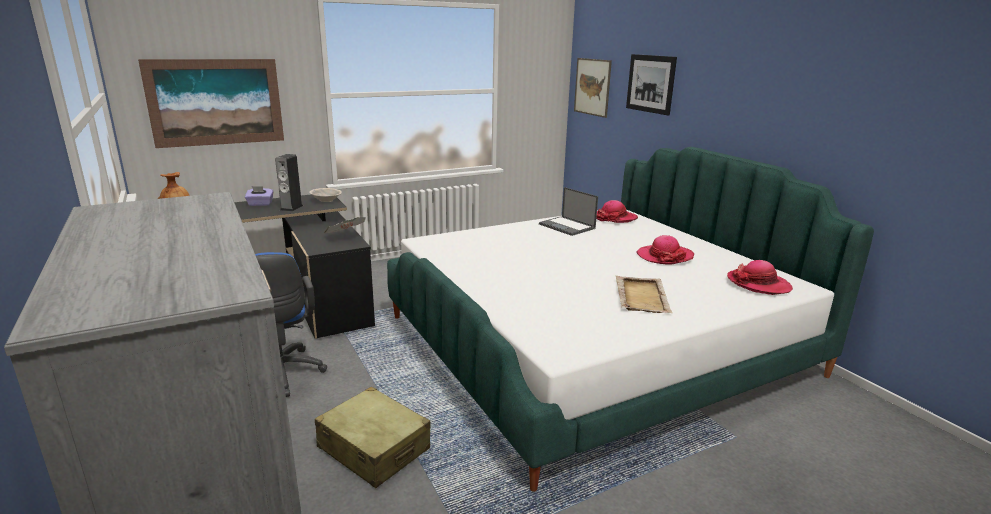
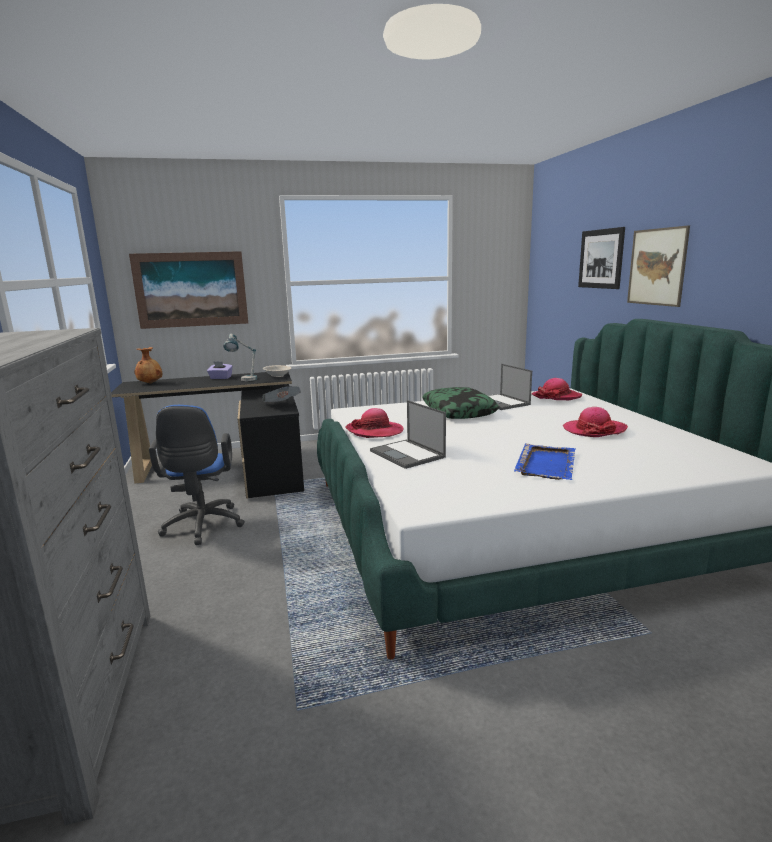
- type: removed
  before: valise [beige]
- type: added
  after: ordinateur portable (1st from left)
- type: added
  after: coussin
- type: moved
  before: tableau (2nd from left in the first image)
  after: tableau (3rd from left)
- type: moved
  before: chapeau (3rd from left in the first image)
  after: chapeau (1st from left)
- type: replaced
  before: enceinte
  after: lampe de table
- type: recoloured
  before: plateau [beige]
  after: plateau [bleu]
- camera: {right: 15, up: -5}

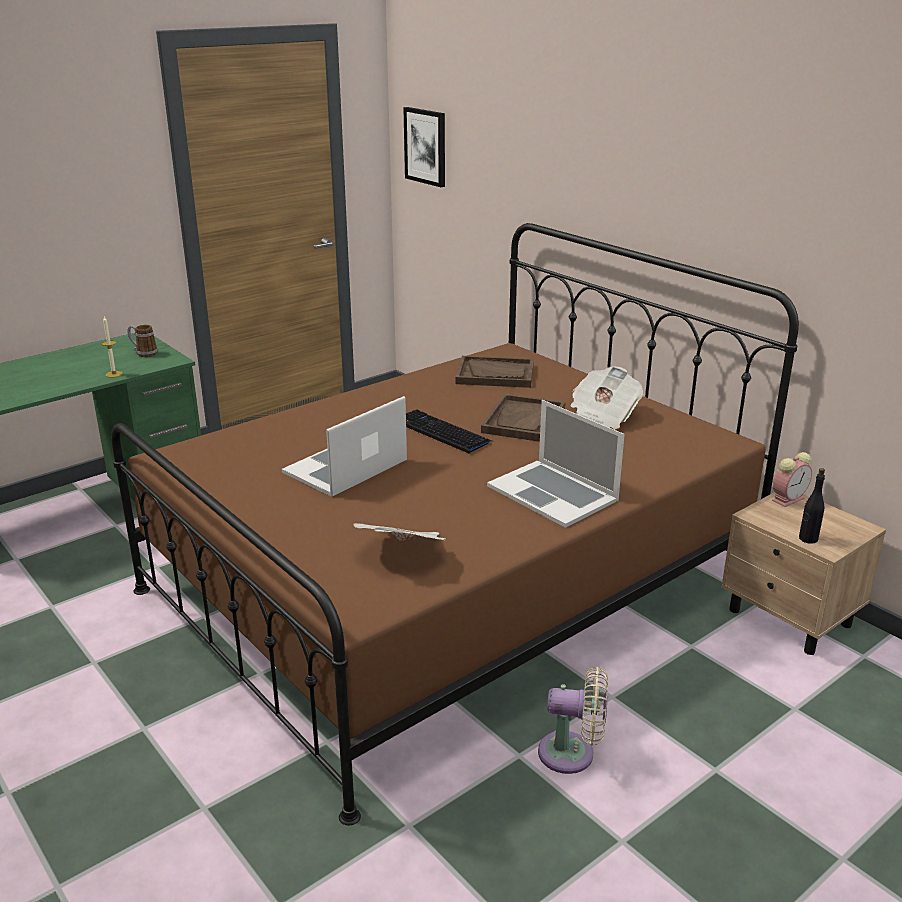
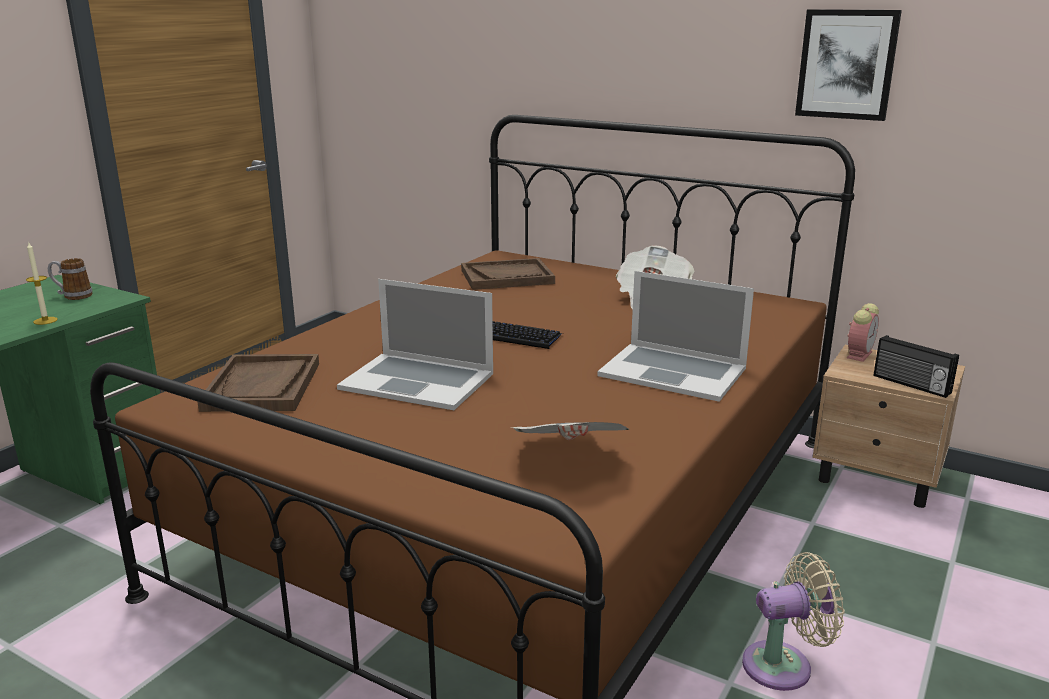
- type: moved
  before: tableau
- type: moved
  before: plateau [marron] (2nd from left in the first image)
  after: plateau [marron] (1st from left)
- type: replaced
  before: bouteille [noir]
  after: radio
- type: turned
  before: ordinateur portable (1st from left)
  turn: -90
- camera: {right: -20, up: -5}

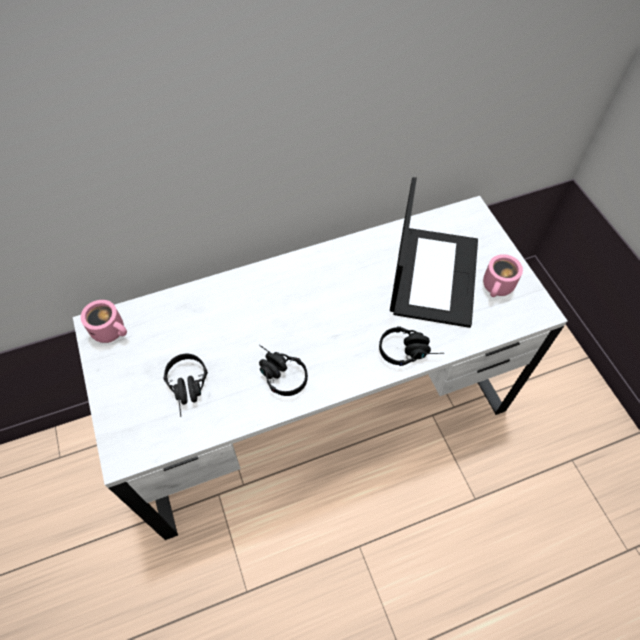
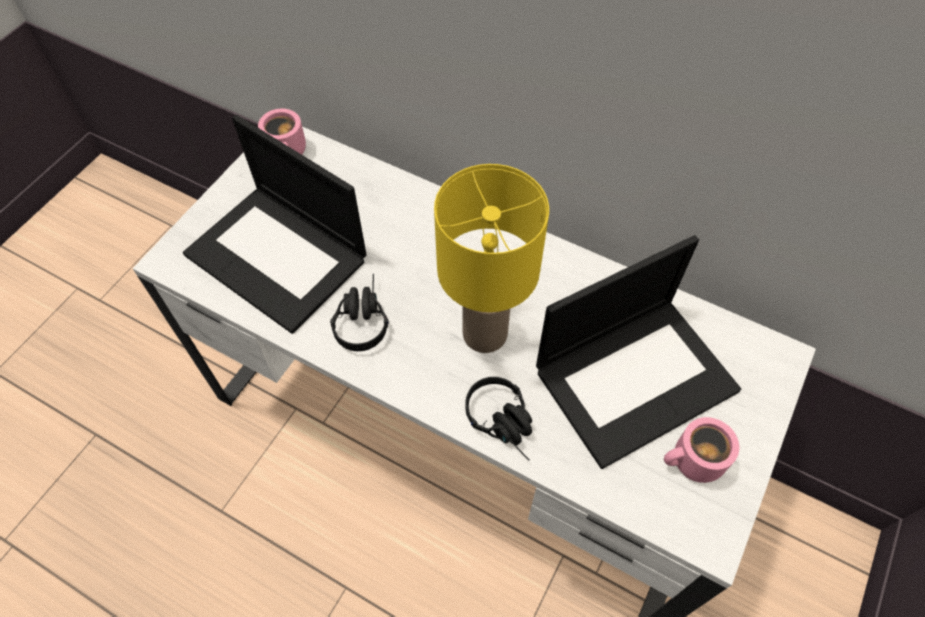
- type: added
  after: lampe de table [jaune]
- type: replaced
  before: casque audio [noir] (1st from left)
  after: ordinateur portable (1st from left)
- camera: {right: 50, up: 0}

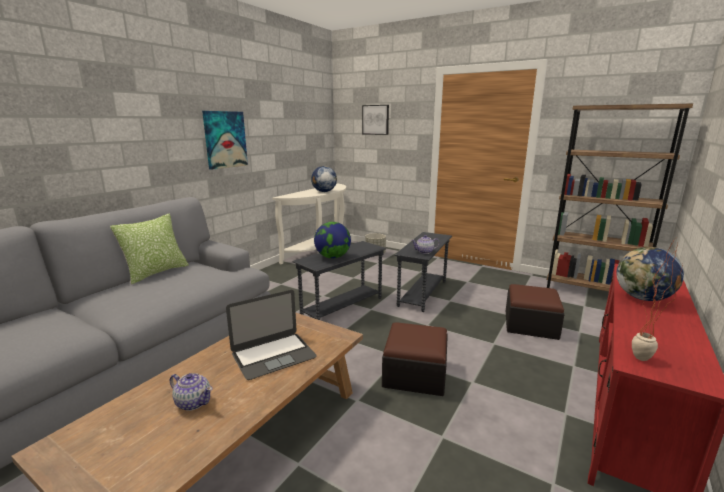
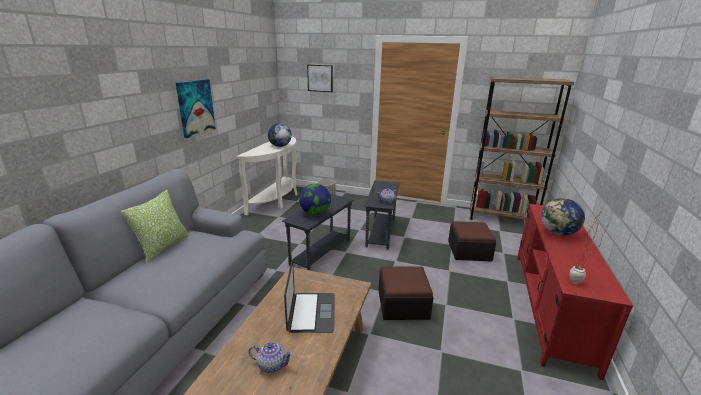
- type: turned
  before: ordinateur portable
  turn: -45
- camera: {right: -15, up: 5}

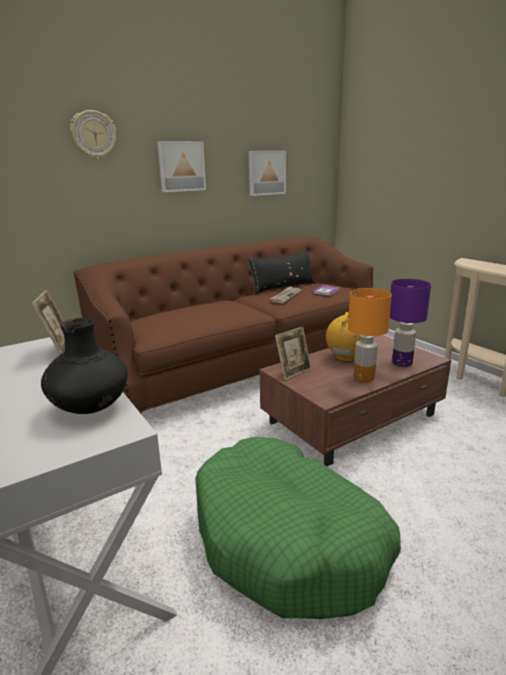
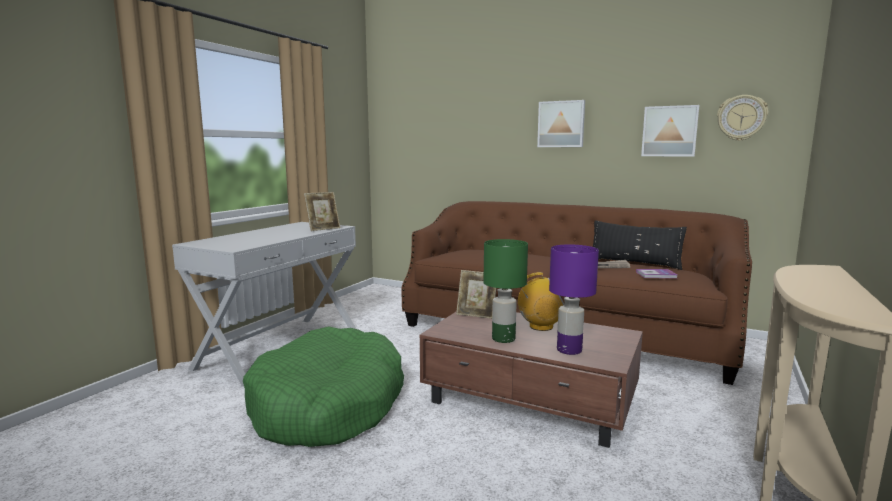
- type: removed
  before: vase [noir]
- type: moved
  before: horloge murale
- type: recoloured
  before: lampe de table [orange]
  after: lampe de table [vert]
- camera: {right: 60, up: -10}

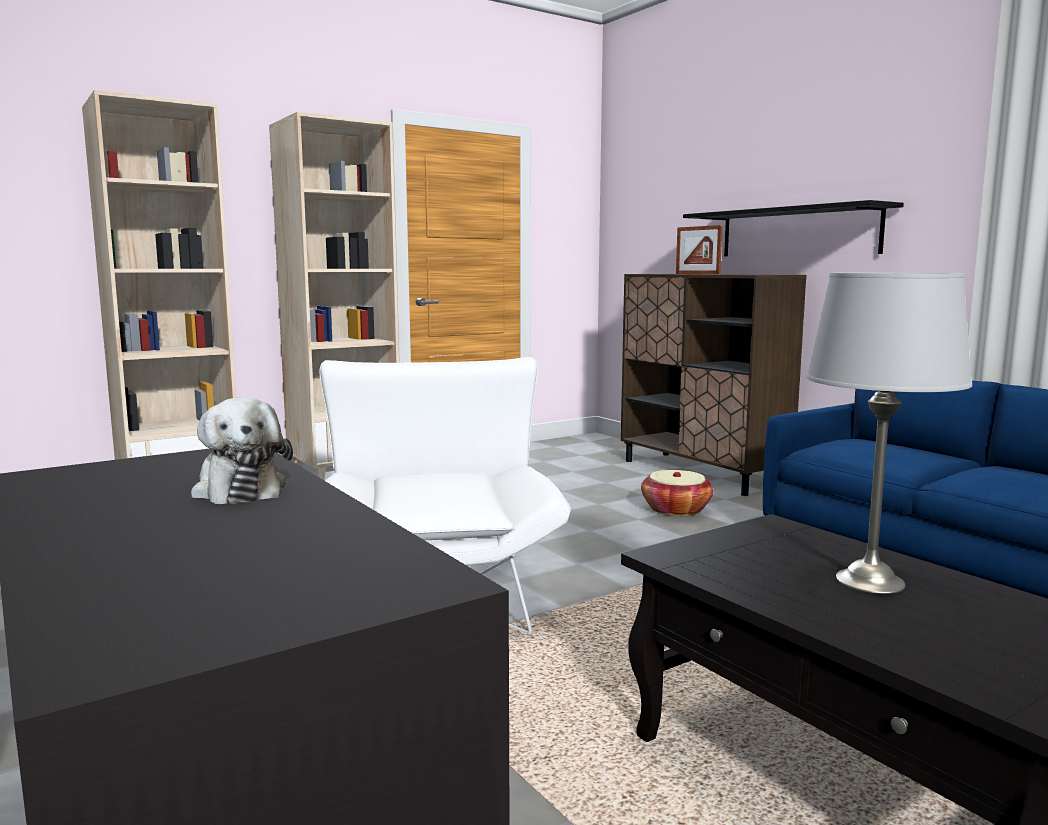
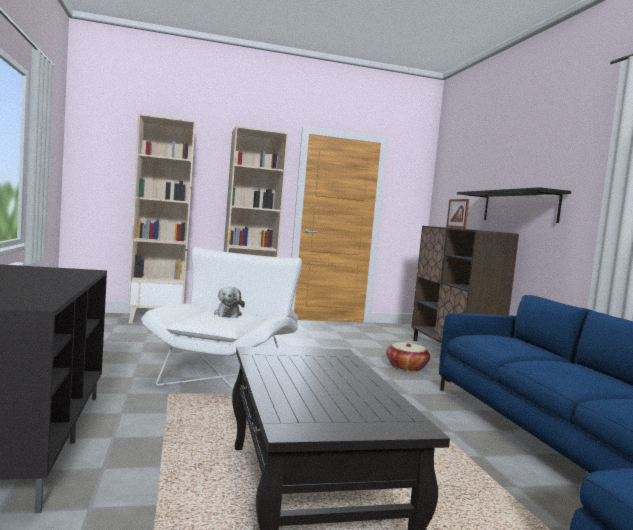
- type: removed
  before: lampe de table [gris]
- type: moved
  before: peluche
- camera: {right: 20, up: -5}

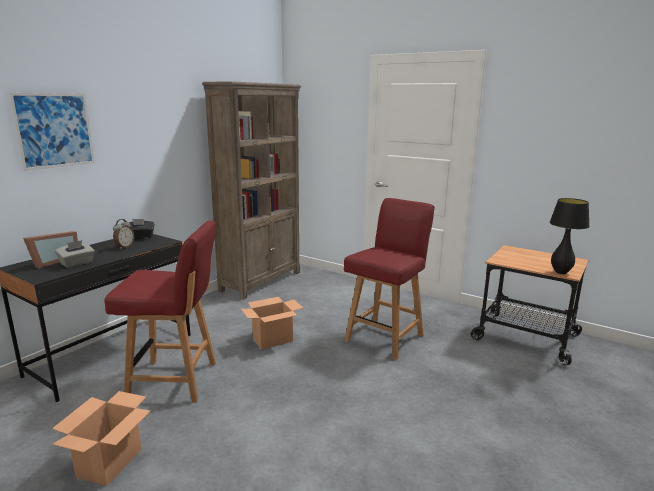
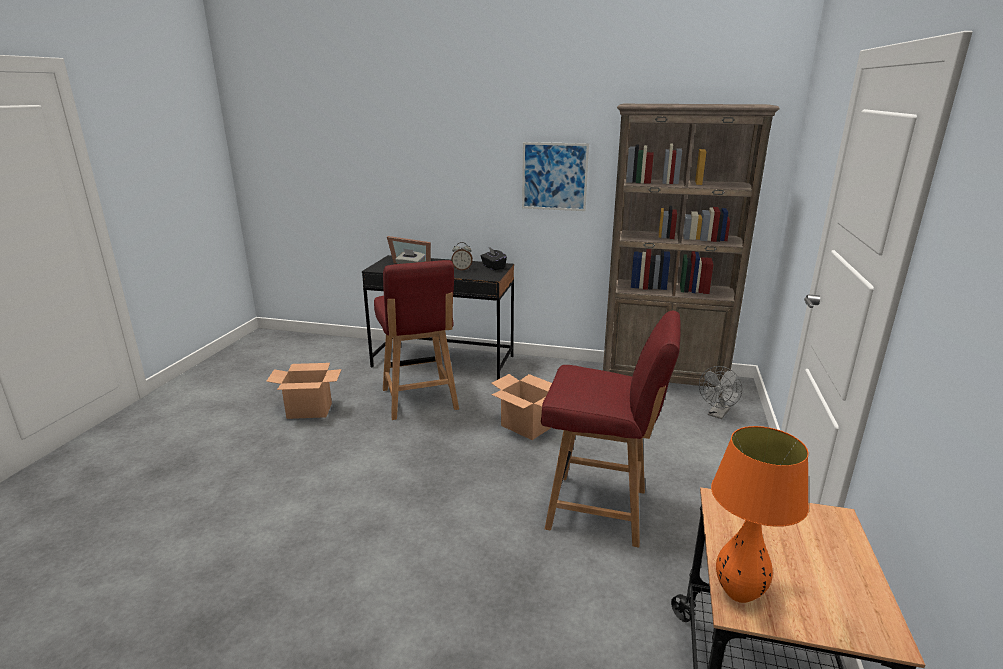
- type: added
  after: ventilateur [gris]
- type: moved
  before: tableau
- type: recoloured
  before: lampe de table [noir]
  after: lampe de table [orange]
- camera: {right: 70, up: 5}

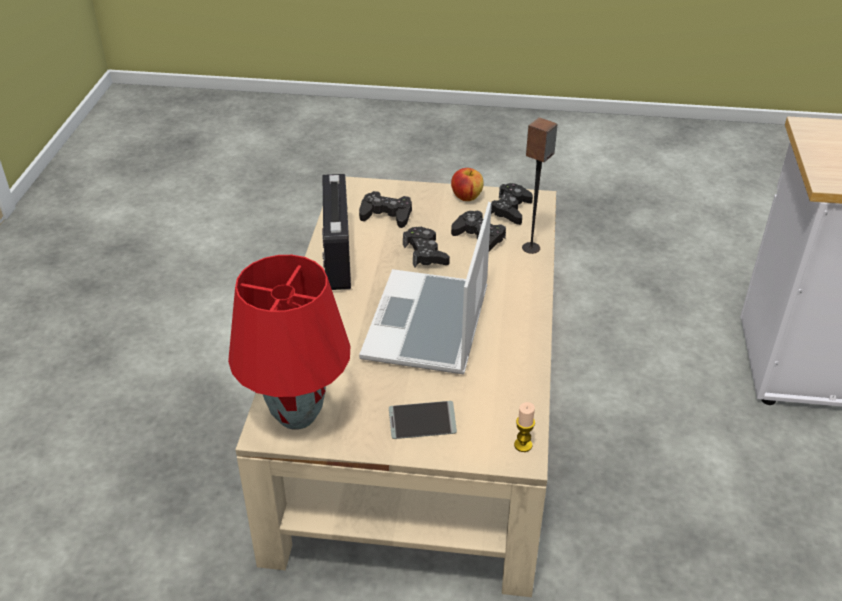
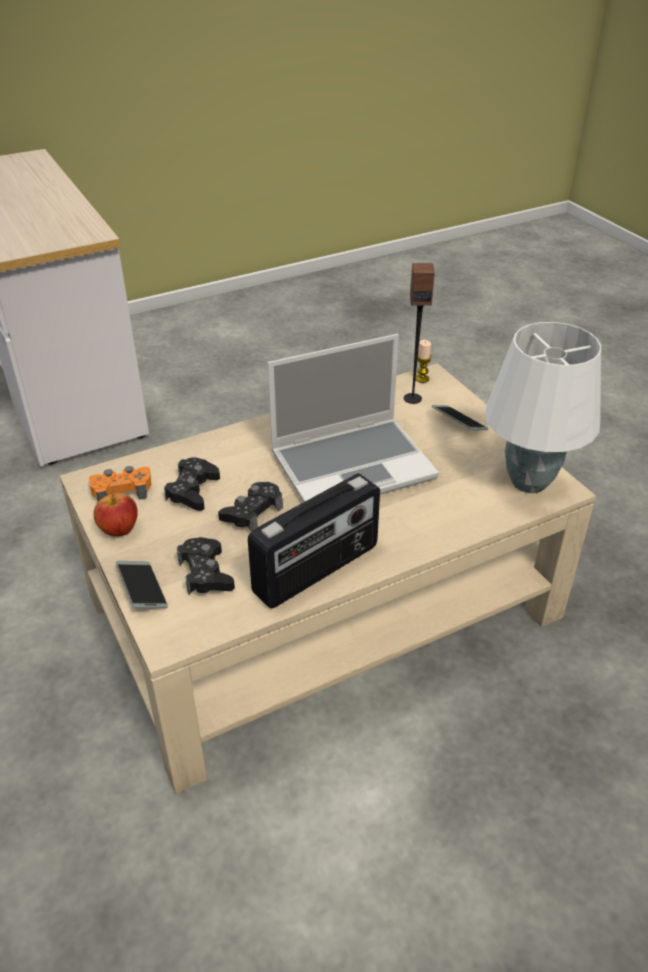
- type: added
  after: téléphone (1st from left)
- type: moved
  before: enceinte
- type: recoloured
  before: lampe de table [rouge]
  after: lampe de table [blanc]
- type: recoloured
  before: manette [noir] (4th from left)
  after: manette [orange]
- camera: {right: -125, up: 0}

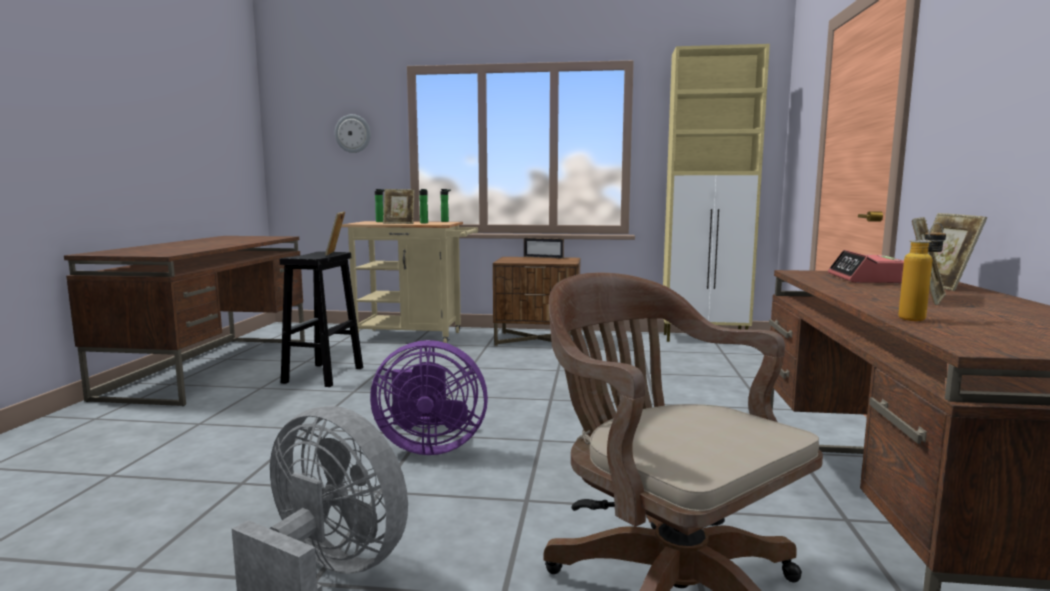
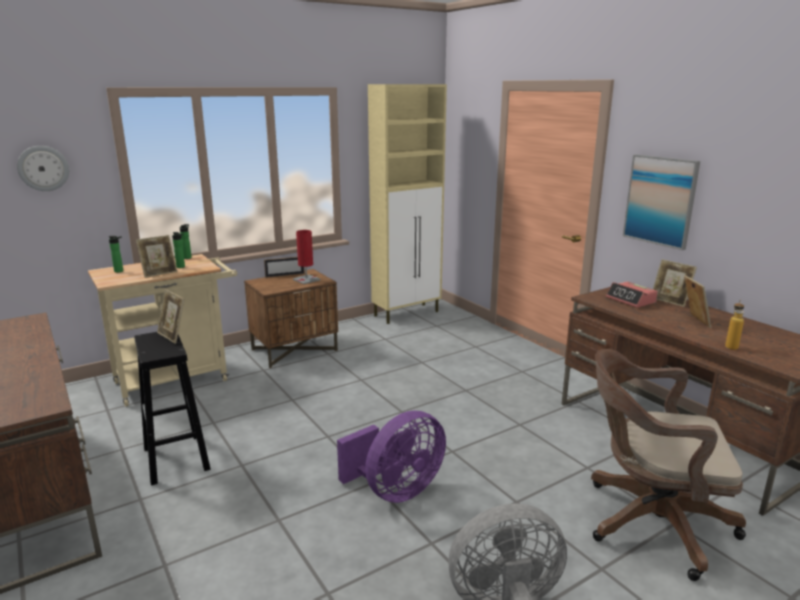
- type: added
  after: lampe de table [rouge]
- type: added
  after: tableau
- camera: {right: -40, up: 10}

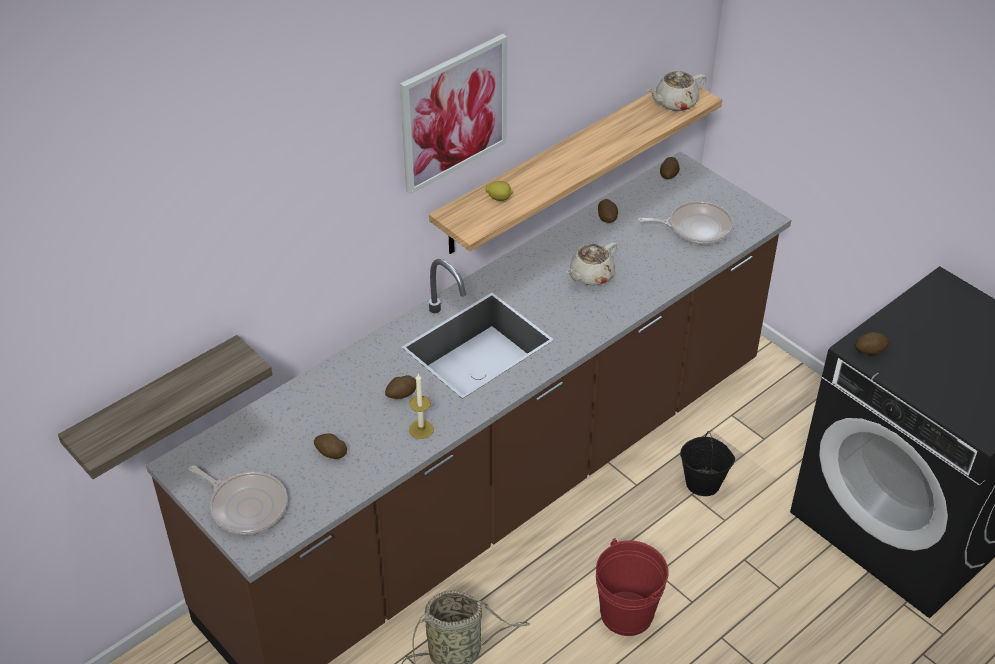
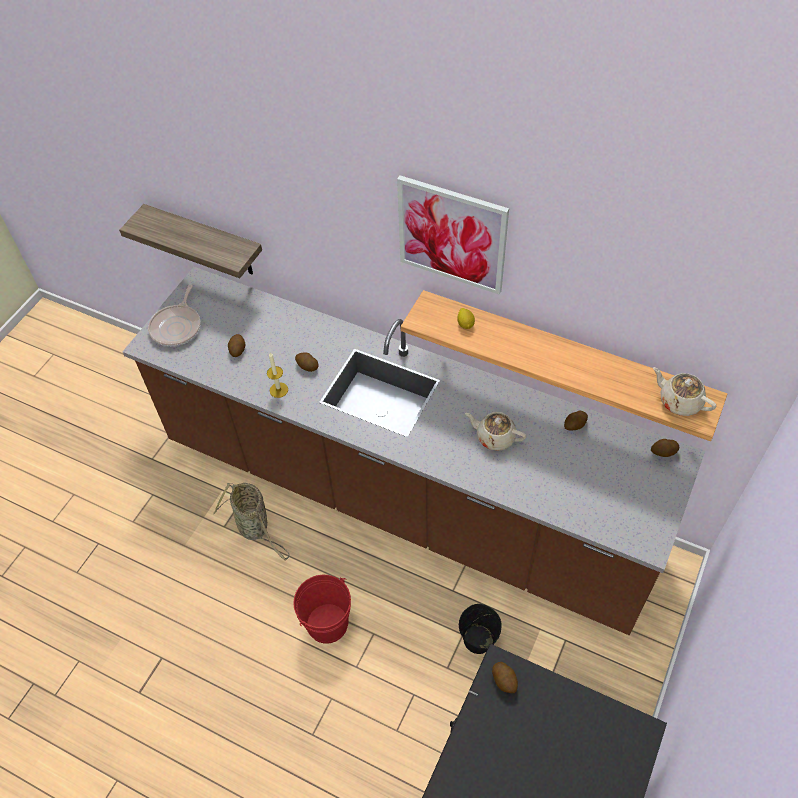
- type: removed
  before: poêle (2nd from left)
- camera: {right: 70, up: 10}

